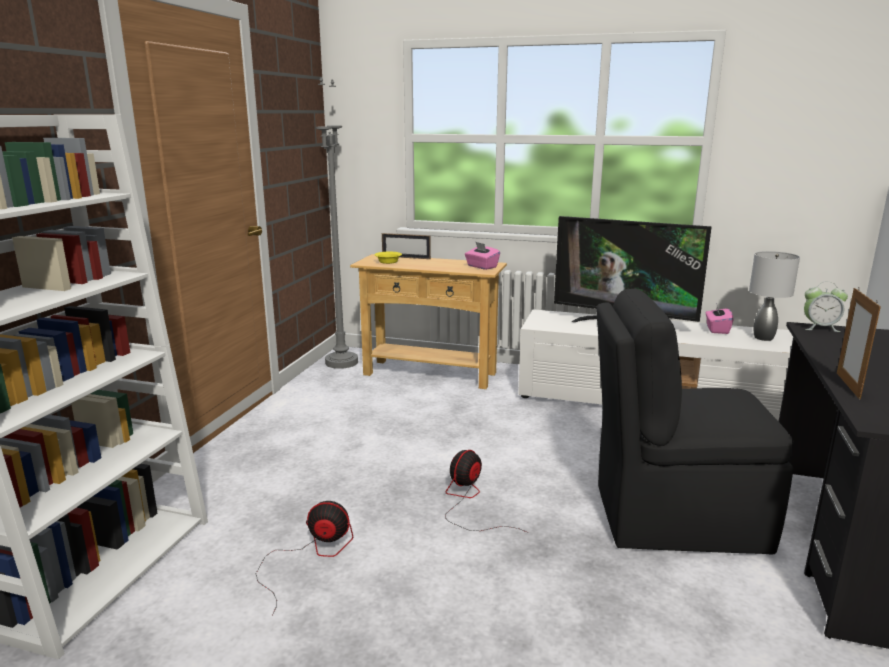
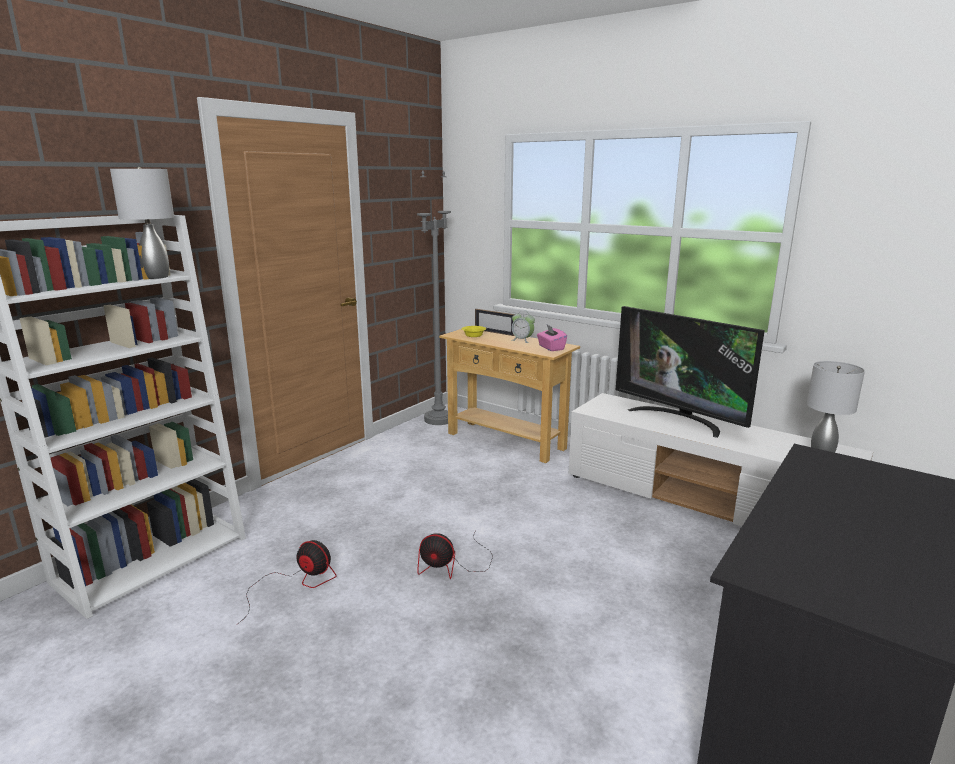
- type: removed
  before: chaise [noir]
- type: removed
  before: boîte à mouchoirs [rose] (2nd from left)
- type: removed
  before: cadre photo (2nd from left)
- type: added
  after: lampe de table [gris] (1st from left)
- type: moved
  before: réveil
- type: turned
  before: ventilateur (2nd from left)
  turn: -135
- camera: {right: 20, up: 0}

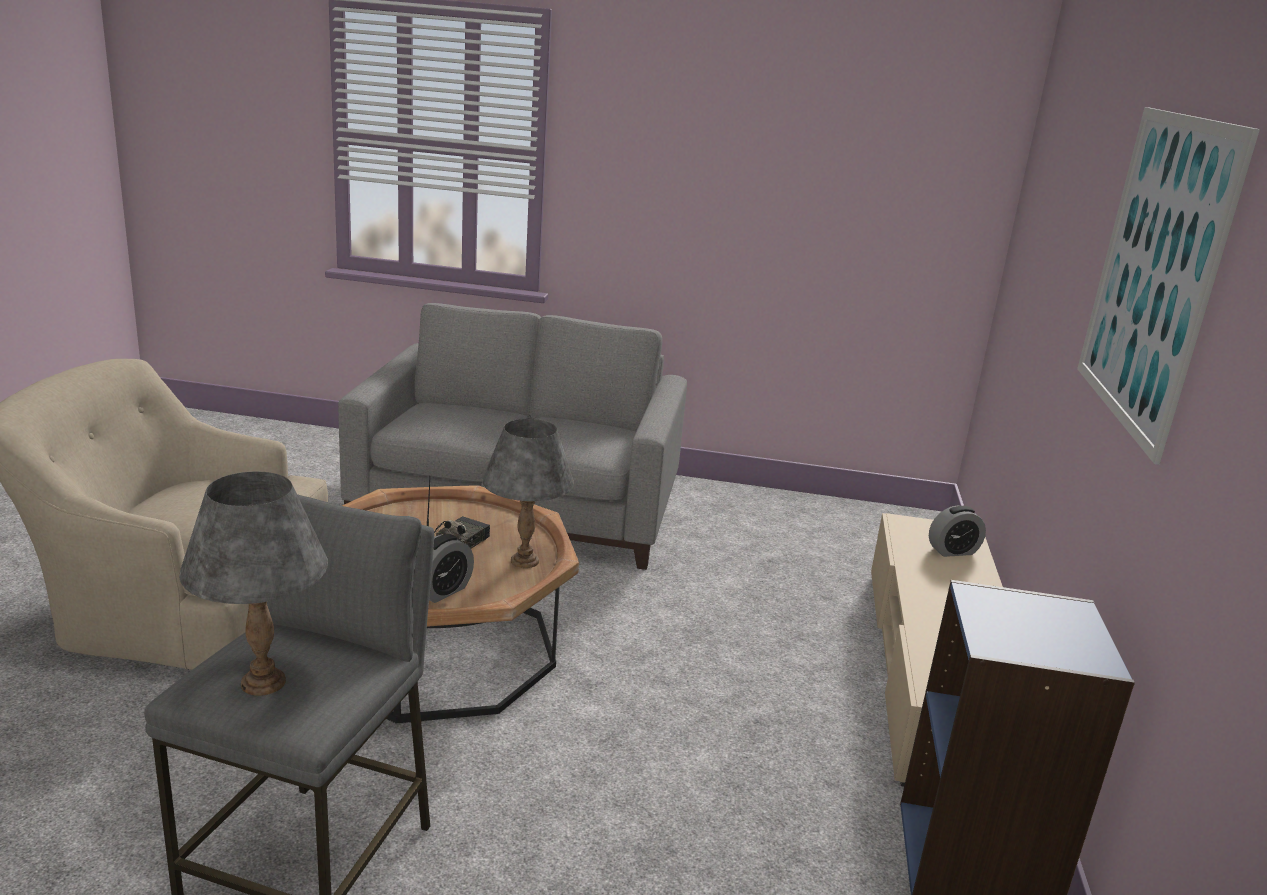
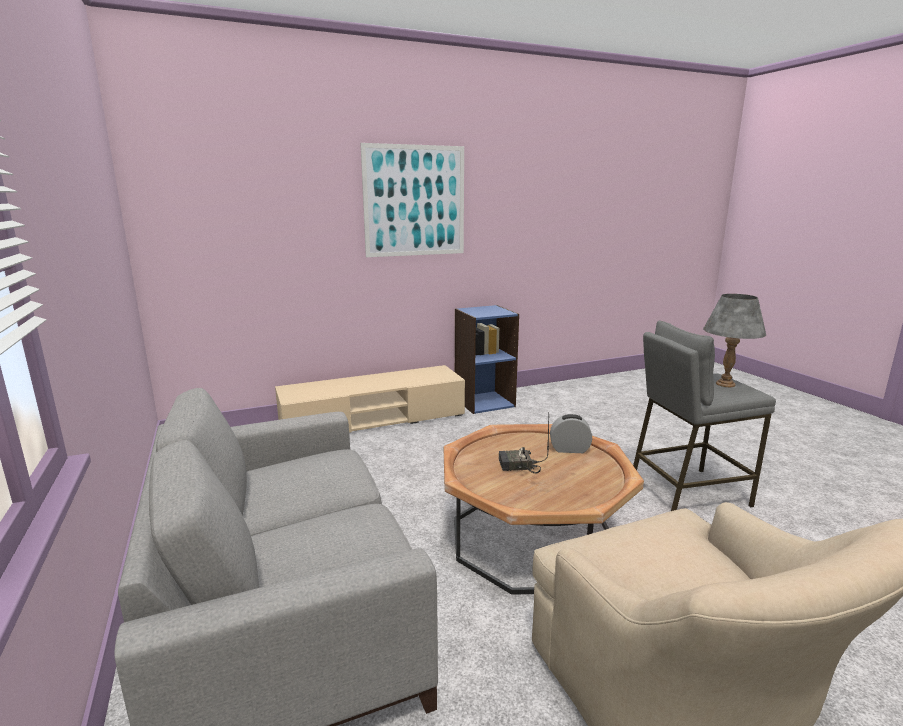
- type: removed
  before: lampe de table [gris] (2nd from left)
- type: removed
  before: réveil (2nd from left)
- camera: {right: -120, up: -5}

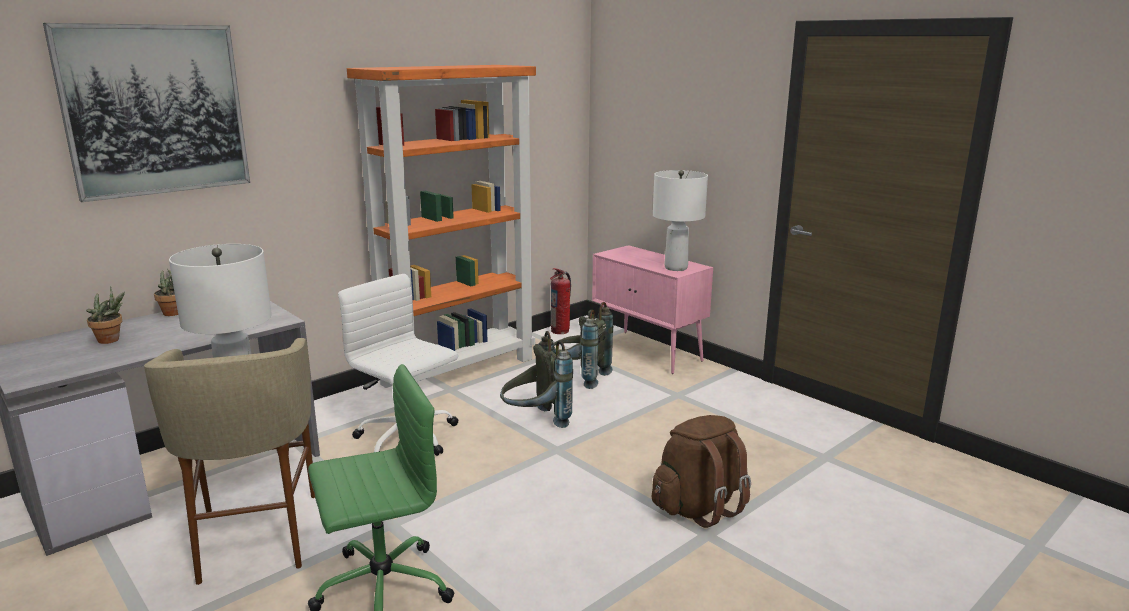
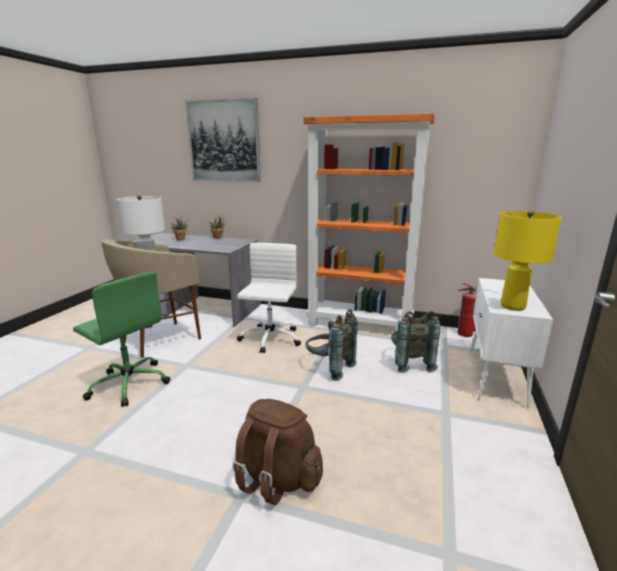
- type: recoloured
  before: meuble de rangement [rose]
  after: meuble de rangement [blanc]
- type: recoloured
  before: lampe de table [blanc] (2nd from left)
  after: lampe de table [jaune]
- camera: {right: 60, up: 0}

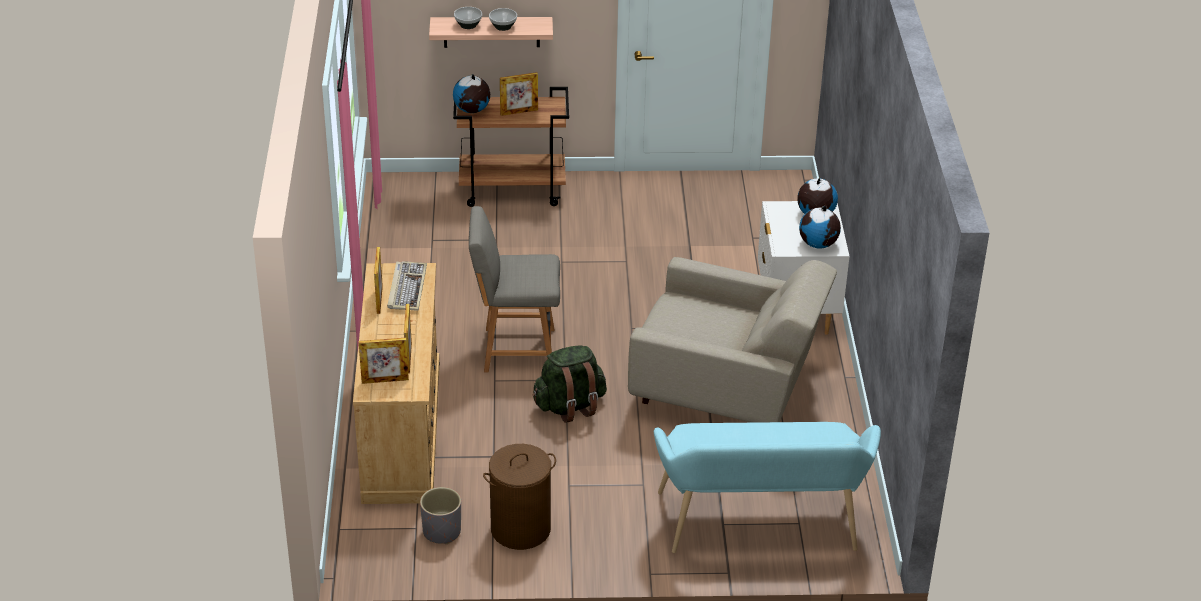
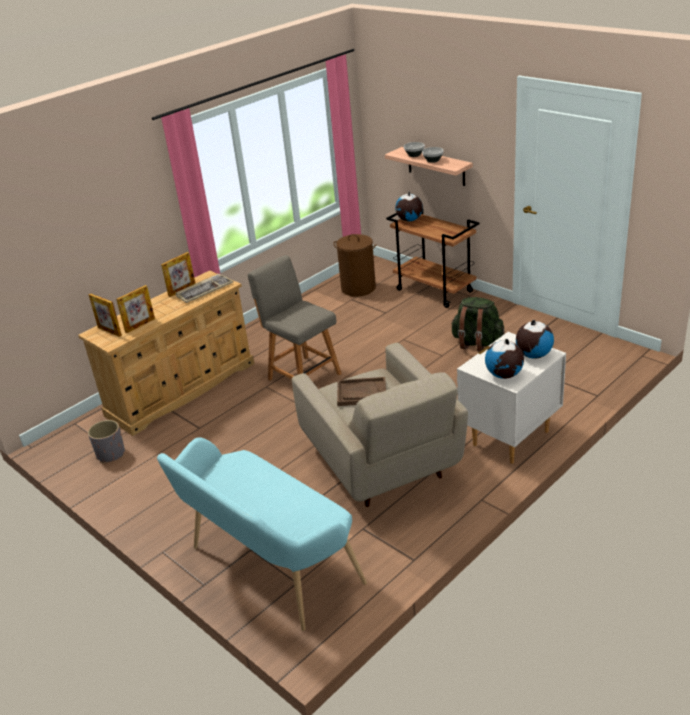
- type: removed
  before: cadre photo (4th from left)
- type: added
  after: plateau [marron]
- type: moved
  before: panier à linge [marron]
- type: moved
  before: sac à dos [vert]
- camera: {right: 50, up: -5}

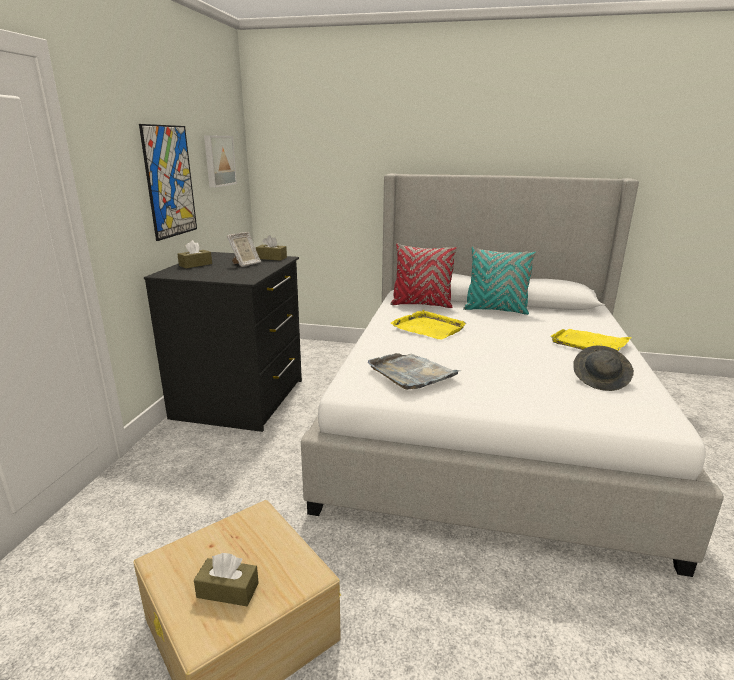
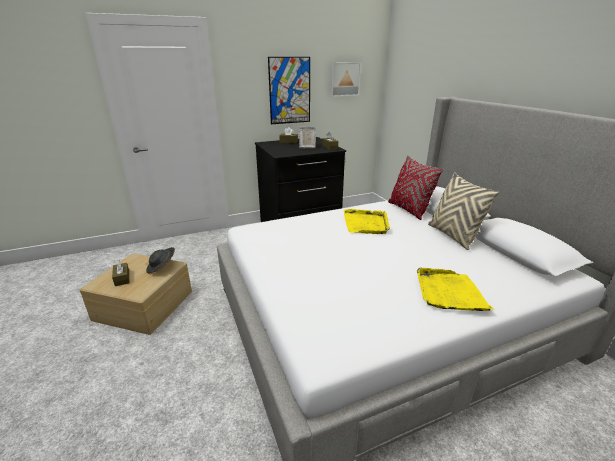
- type: removed
  before: plateau [gris]
- type: moved
  before: chapeau [gris]
- type: recoloured
  before: coussin [turquoise]
  after: coussin [beige]
- camera: {right: 55, up: 5}

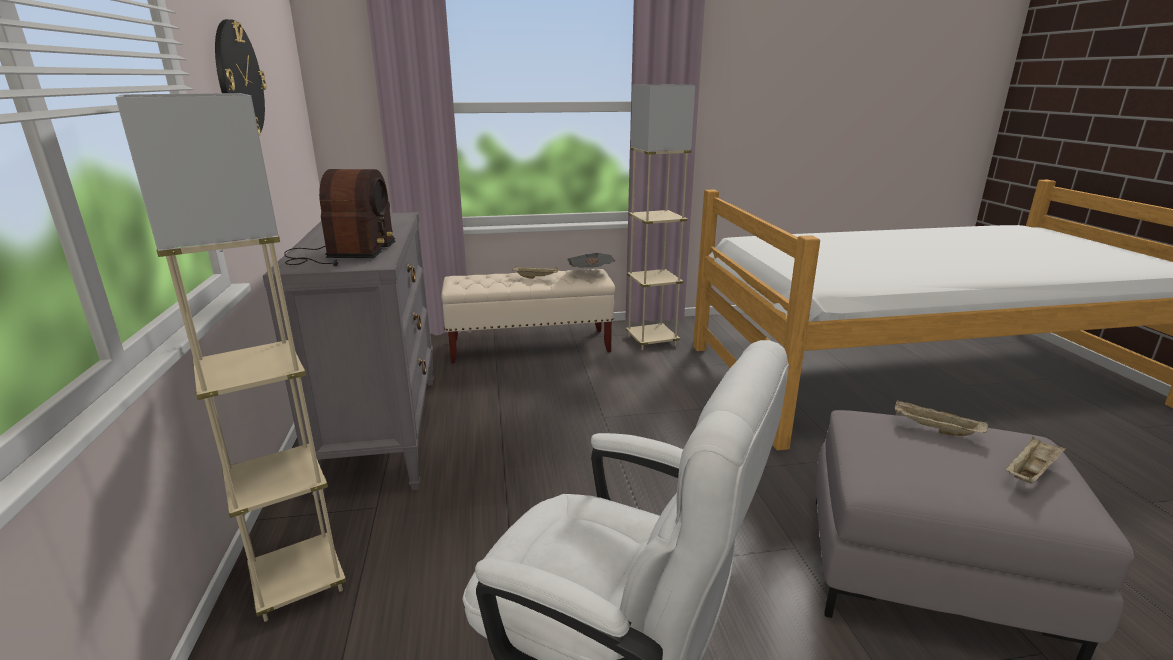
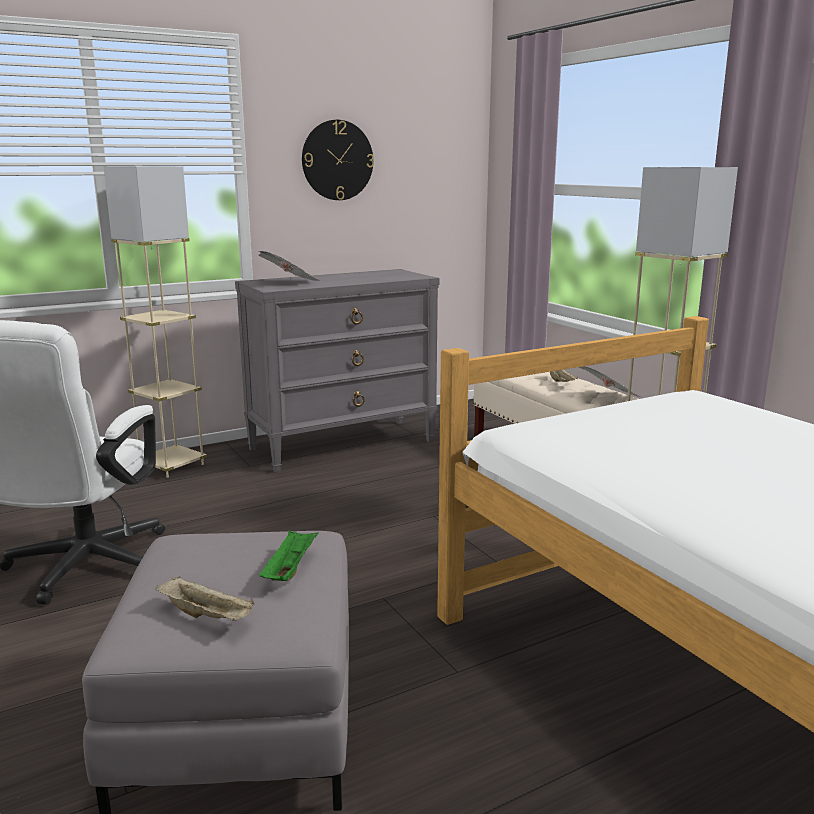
- type: replaced
  before: radio
  after: journal (1st from left)
- type: recoloured
  before: plateau [beige] (2nd from left)
  after: plateau [vert]
- camera: {right: 70, up: -5}

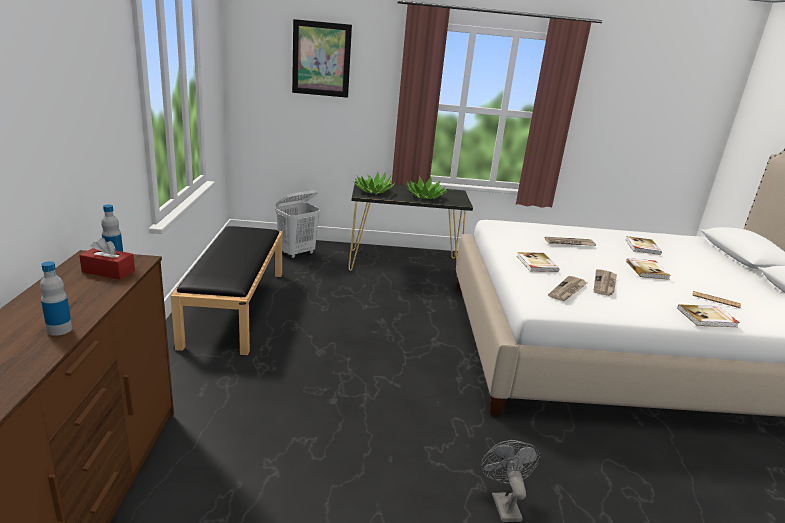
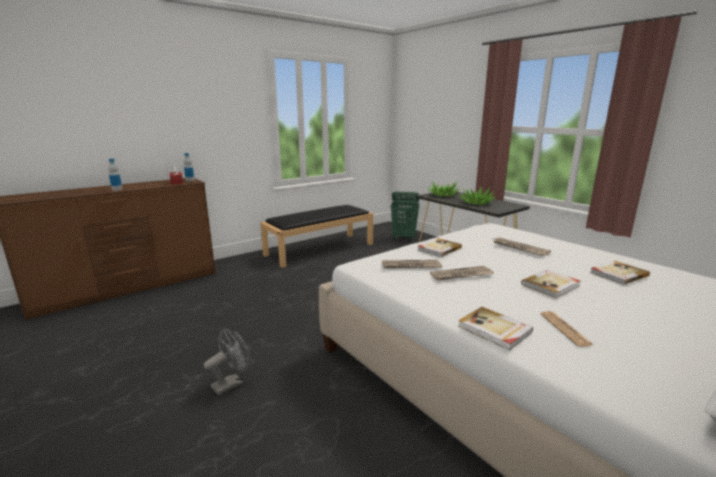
- type: removed
  before: tableau
- type: recoloured
  before: panier à linge [blanc]
  after: panier à linge [vert]
- camera: {right: 55, up: -5}

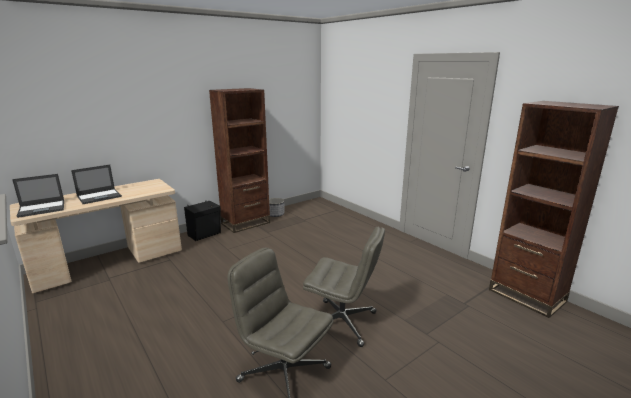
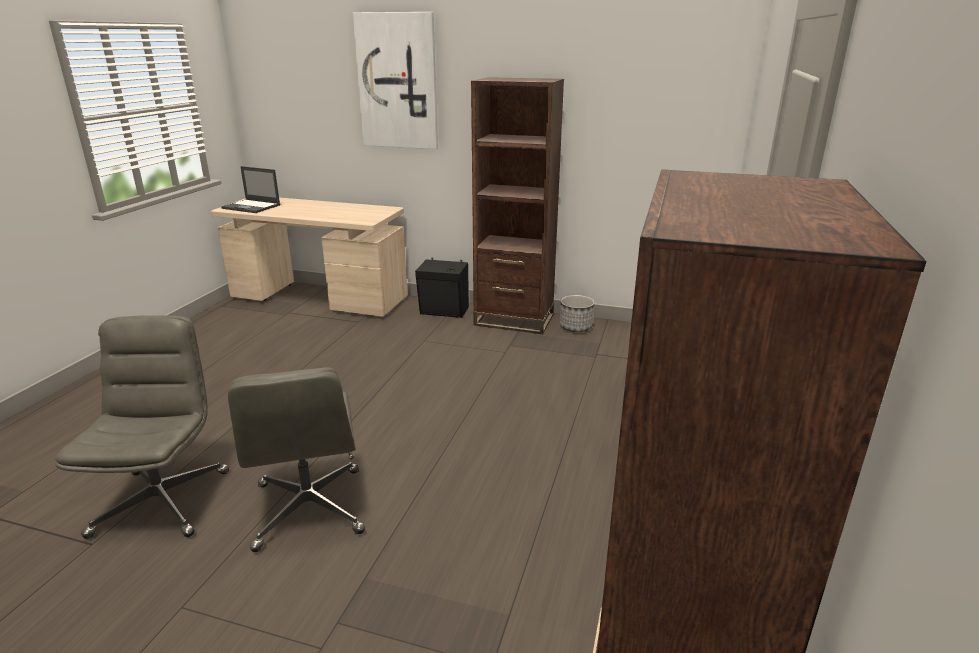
- type: removed
  before: ordinateur portable (2nd from left)
- type: added
  after: tableau
- camera: {right: 55, up: 5}

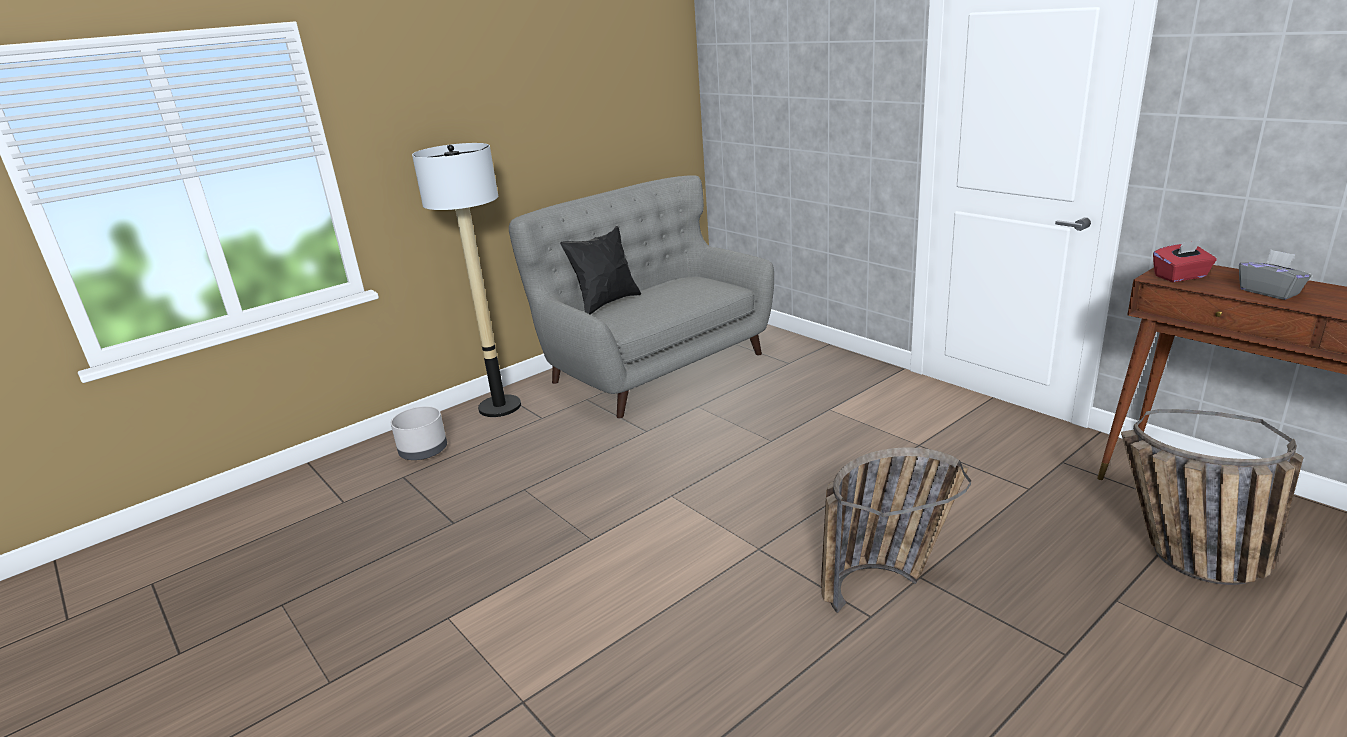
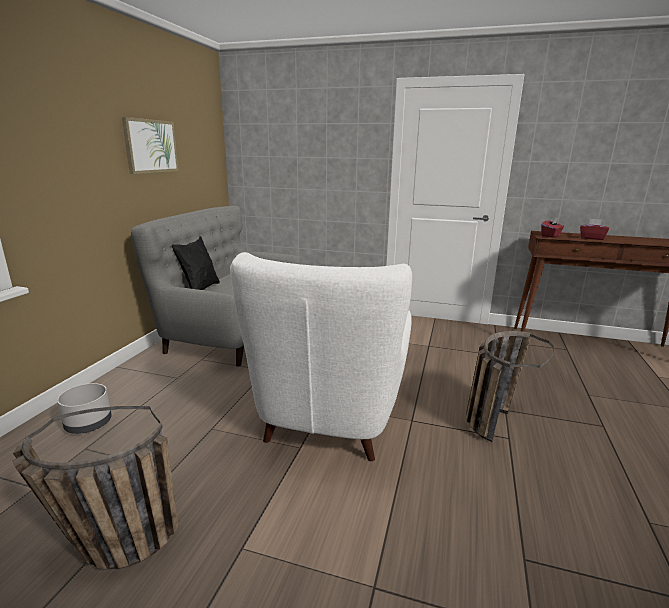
- type: removed
  before: lampadaire
- type: added
  after: tableau
- type: added
  after: fauteuil [blanc]
- type: moved
  before: panier (2nd from left in the first image)
  after: panier (1st from left)
- type: recoloured
  before: boîte à mouchoirs [gris]
  after: boîte à mouchoirs [rouge] (2nd from left)
- camera: {right: -35, up: -5}

